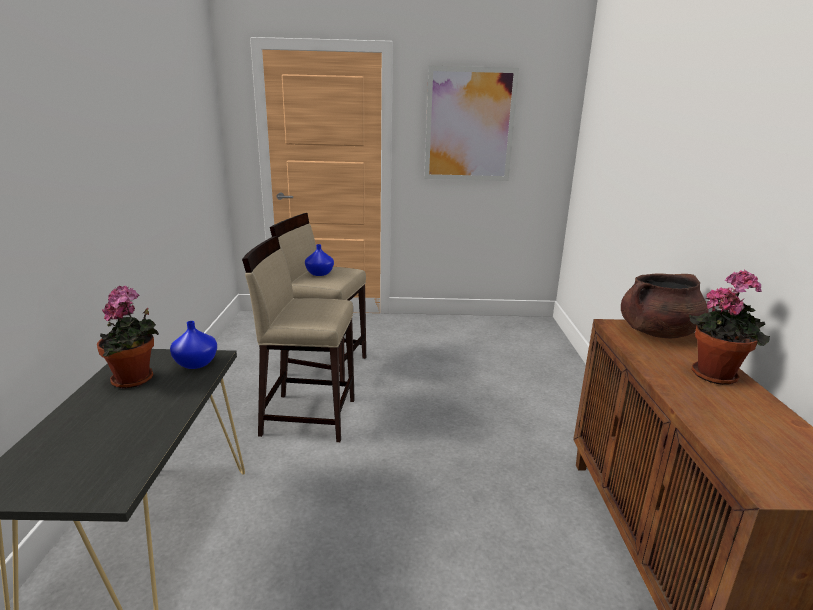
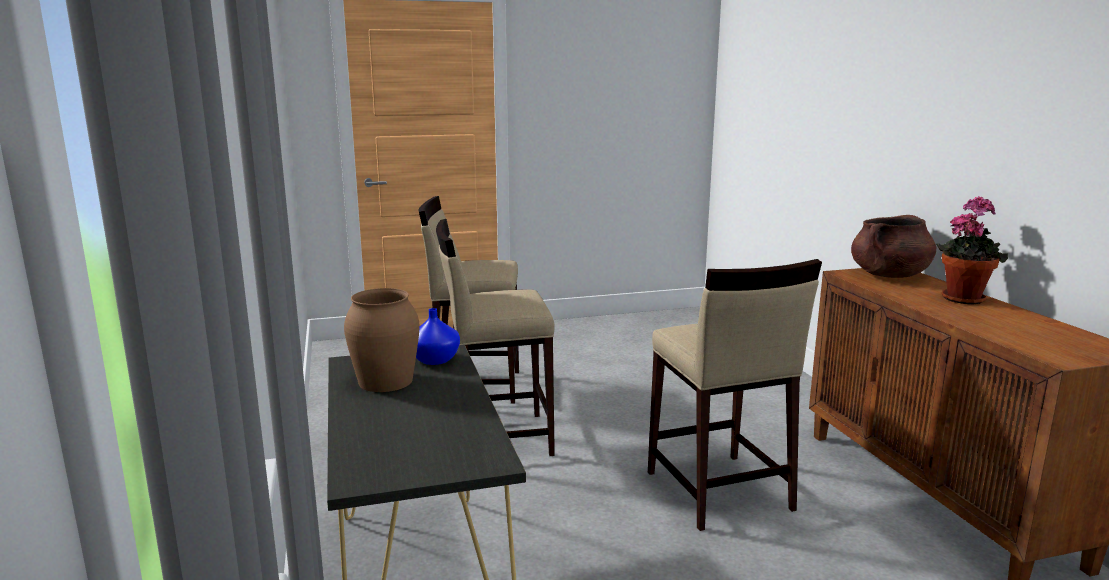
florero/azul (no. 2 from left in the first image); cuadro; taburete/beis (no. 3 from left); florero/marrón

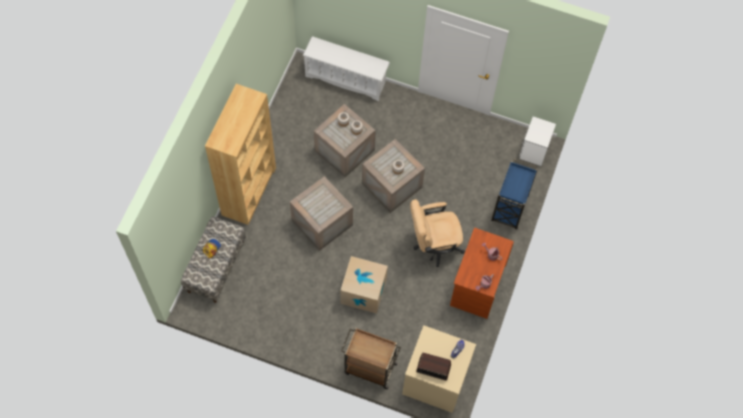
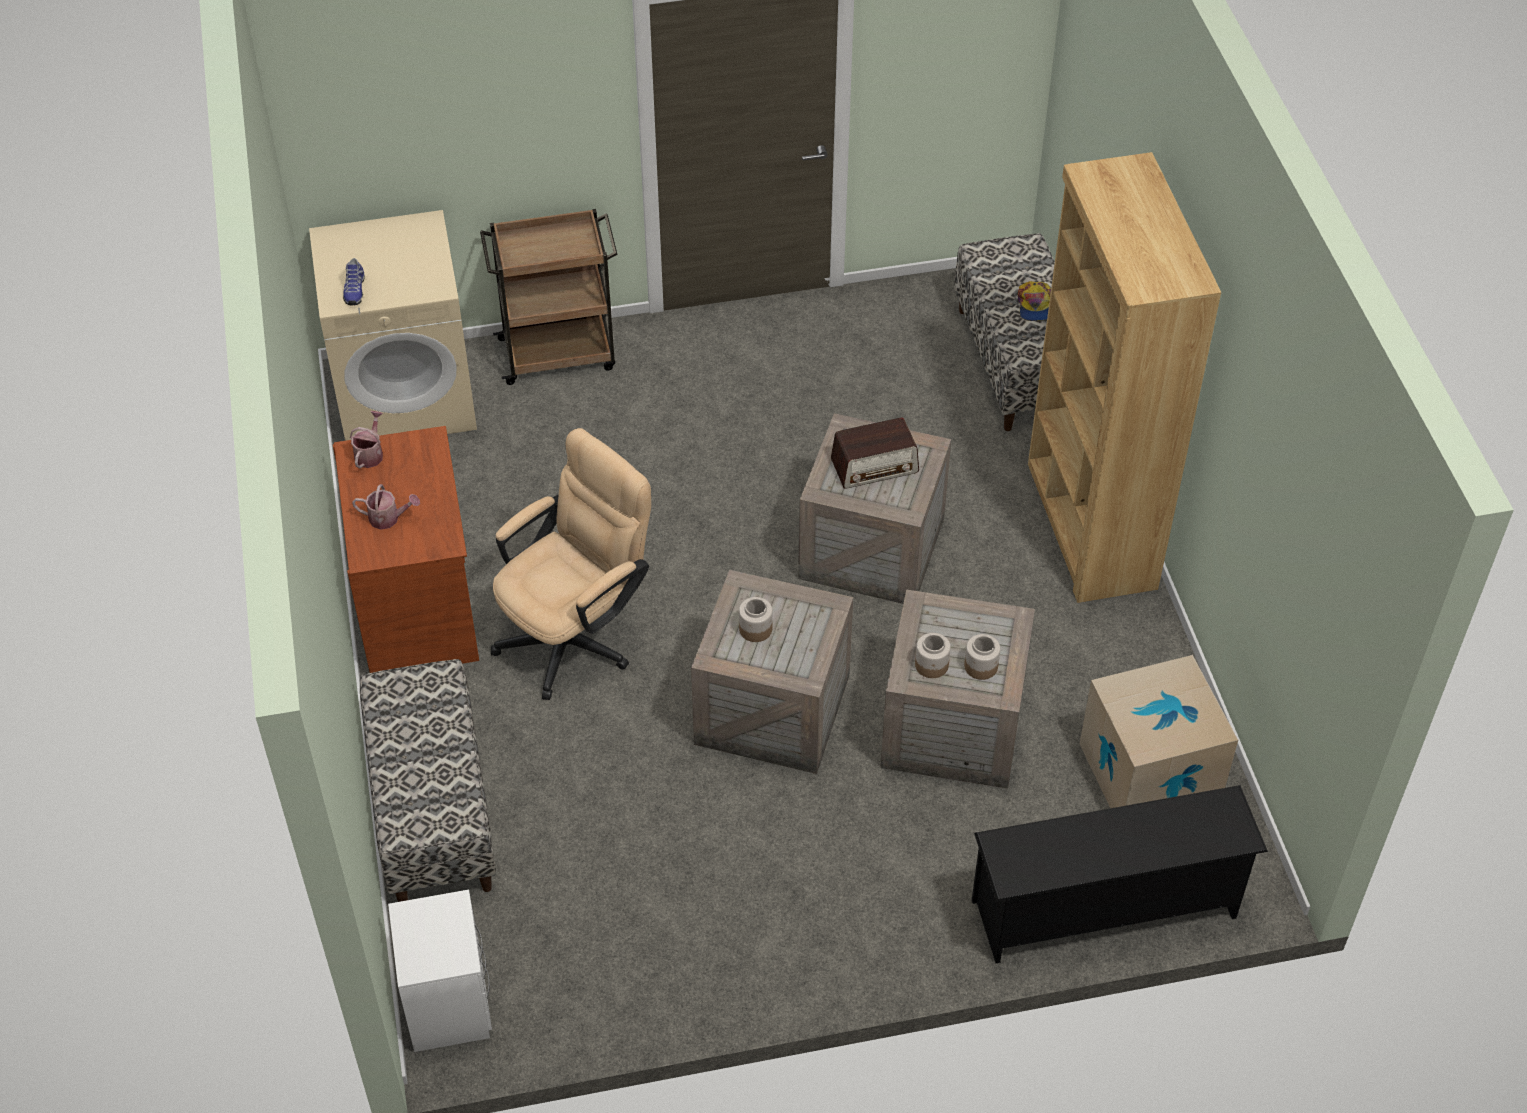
caja de cartón; radio; banco (no. 1 from left); zapatero/negro

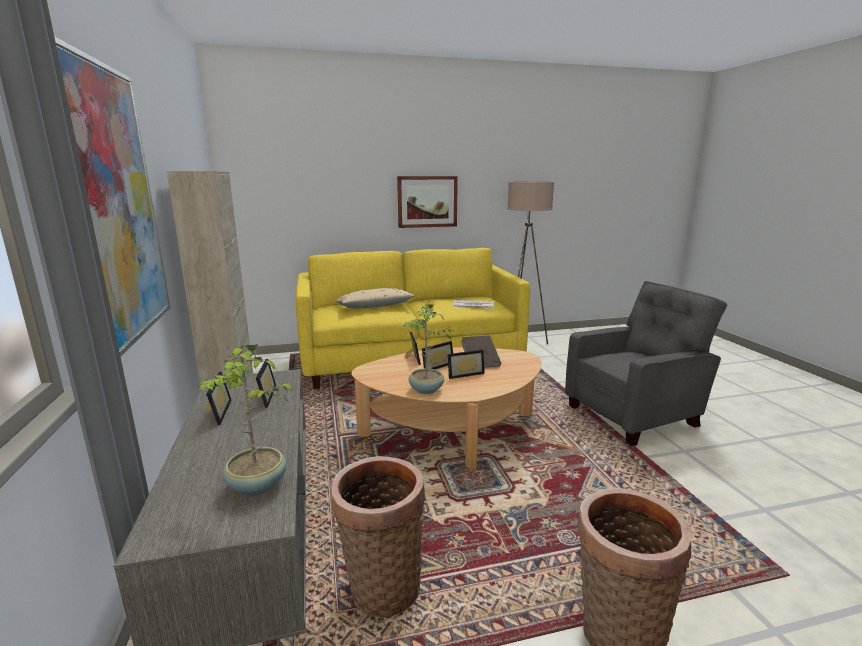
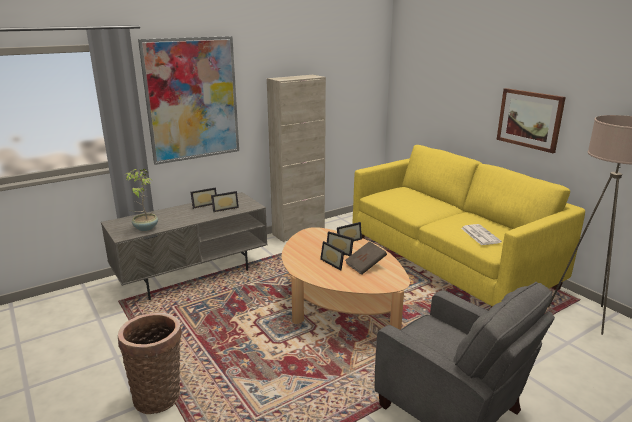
cesta (no. 1 from left in the first image); cojín/beis; planta en maceta (no. 2 from left in the first image)

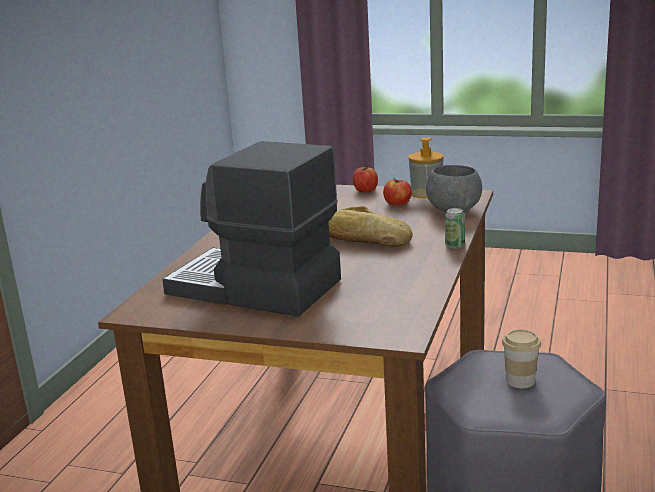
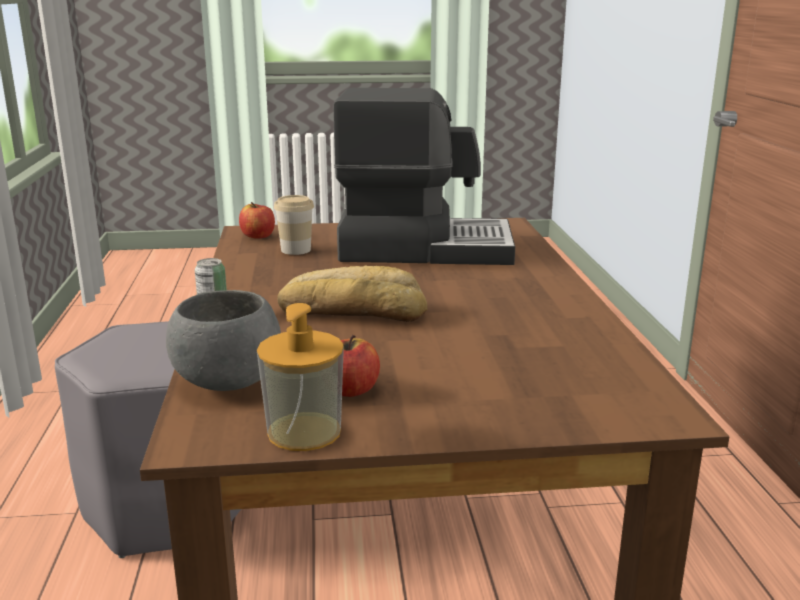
manzana (no. 1 from left); taza

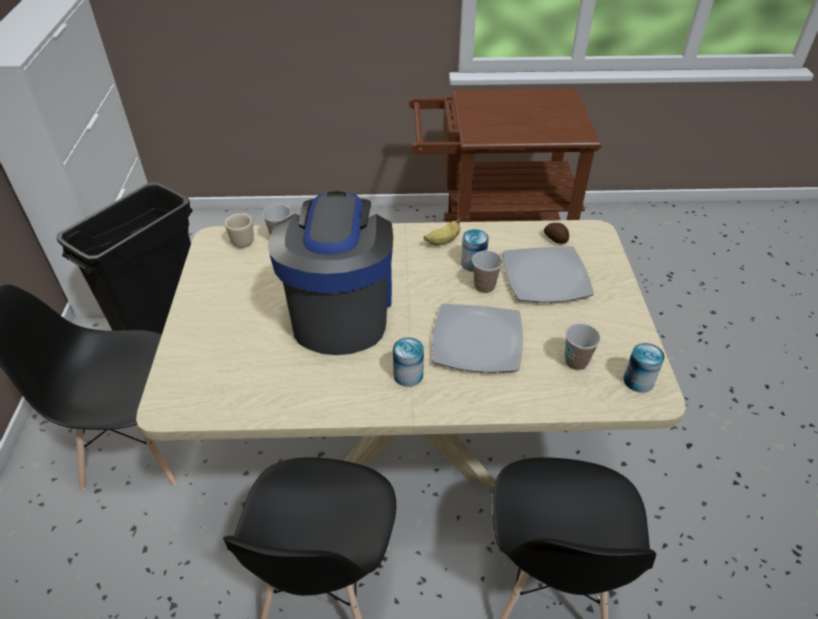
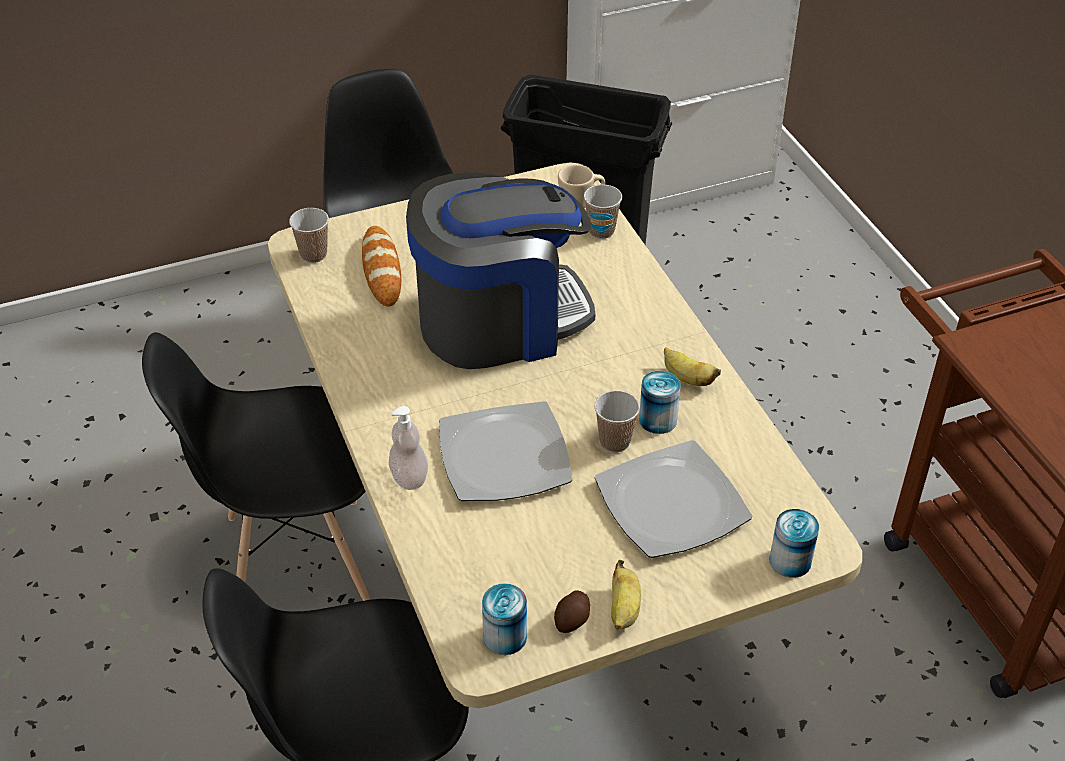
pan; dispensador de jabón; plátano (no. 1 from left); lata (no. 3 from left); patata; taza (no. 1 from left)

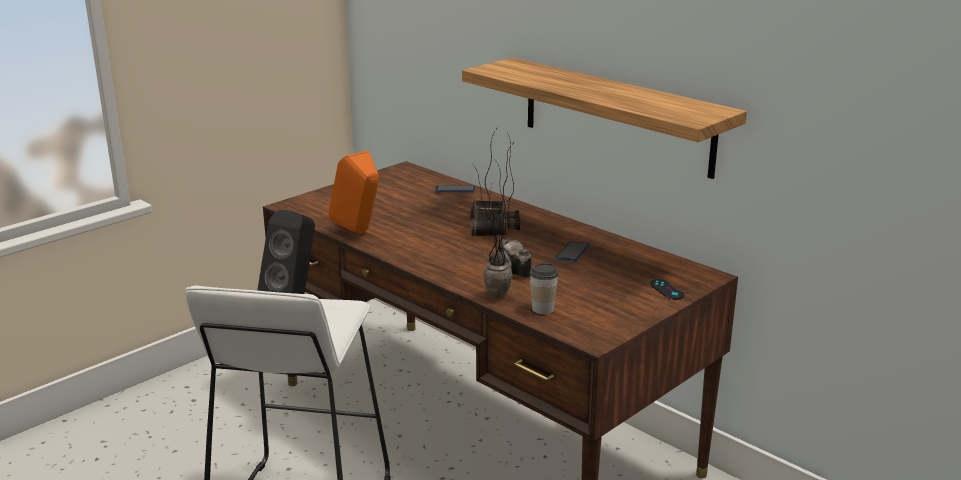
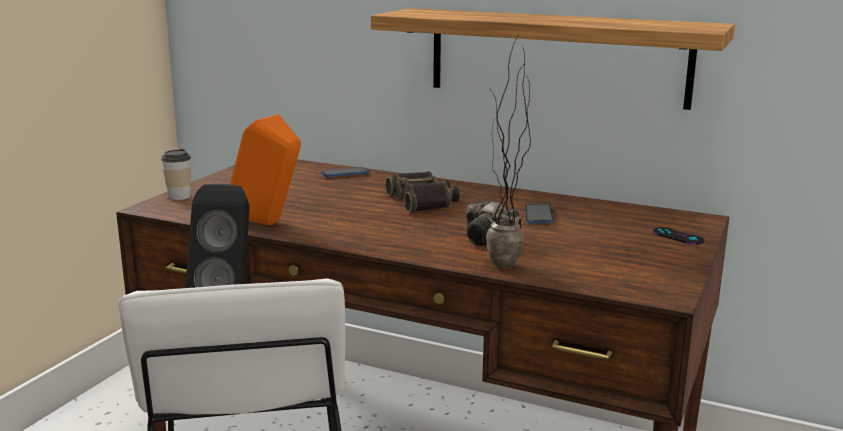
taza

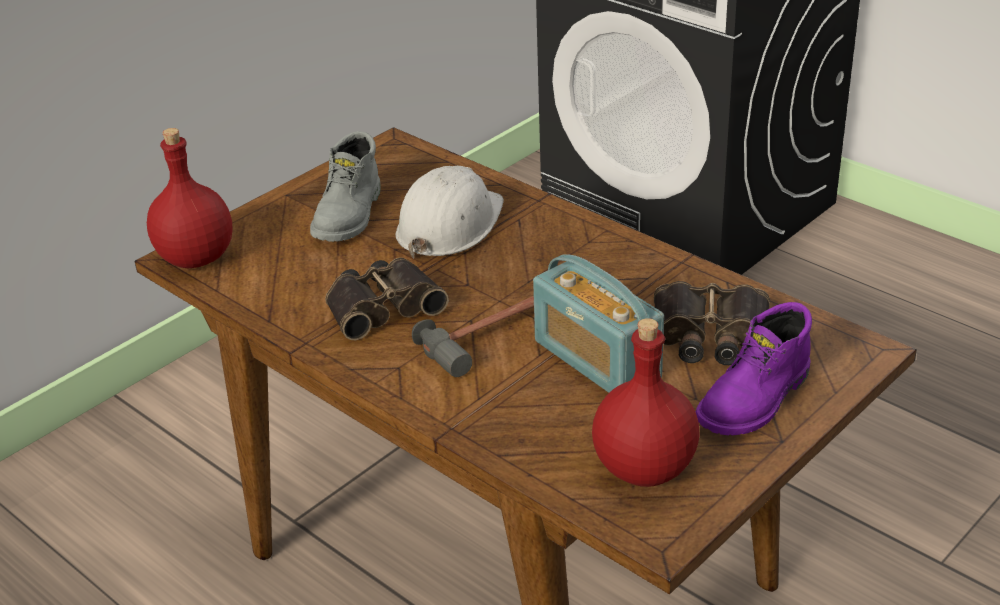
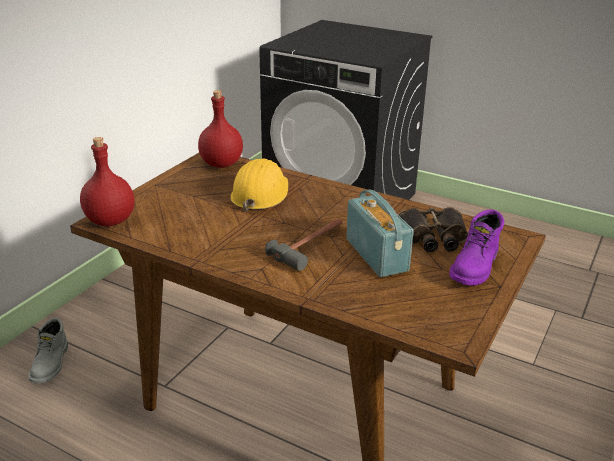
prismáticos (no. 1 from left in the first image); bota/gris; botella/rojo (no. 2 from left); casco/amarillo; radio

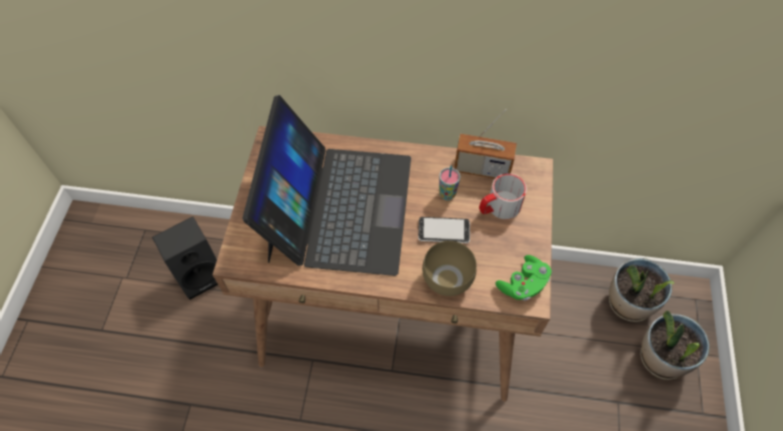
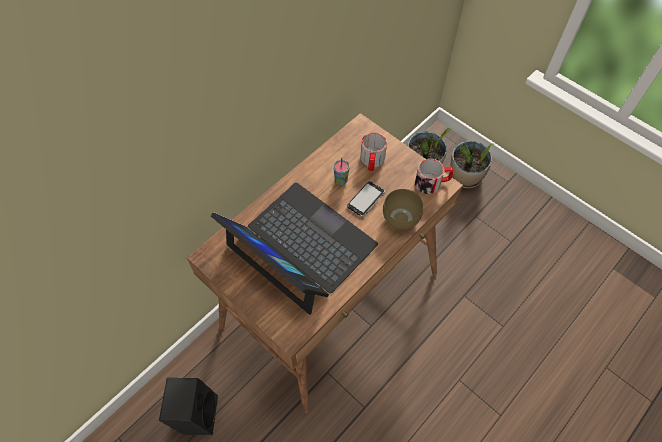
radio; taza grande (no. 2 from left)

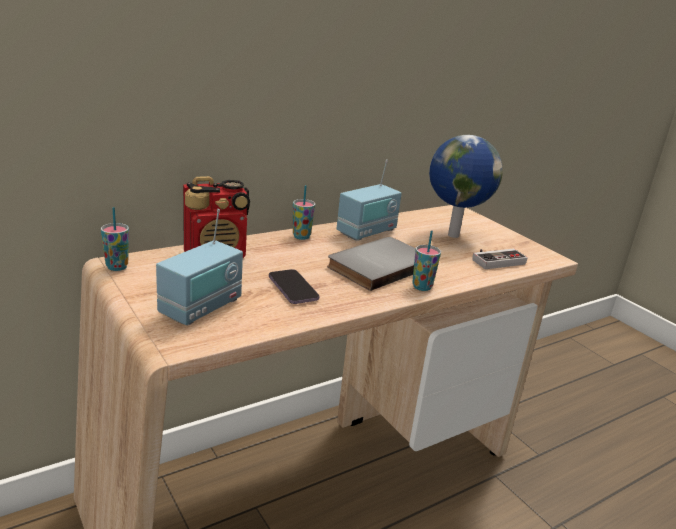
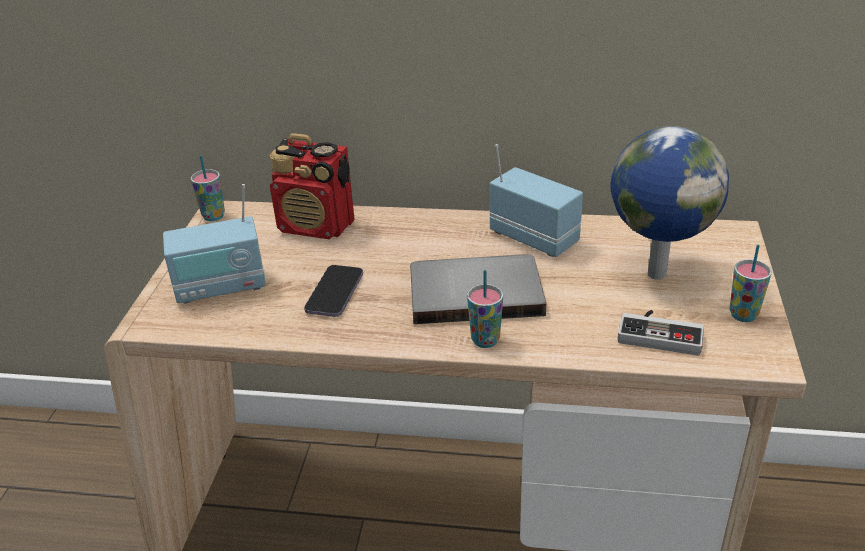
taza (no. 3 from left); radio (no. 3 from left)

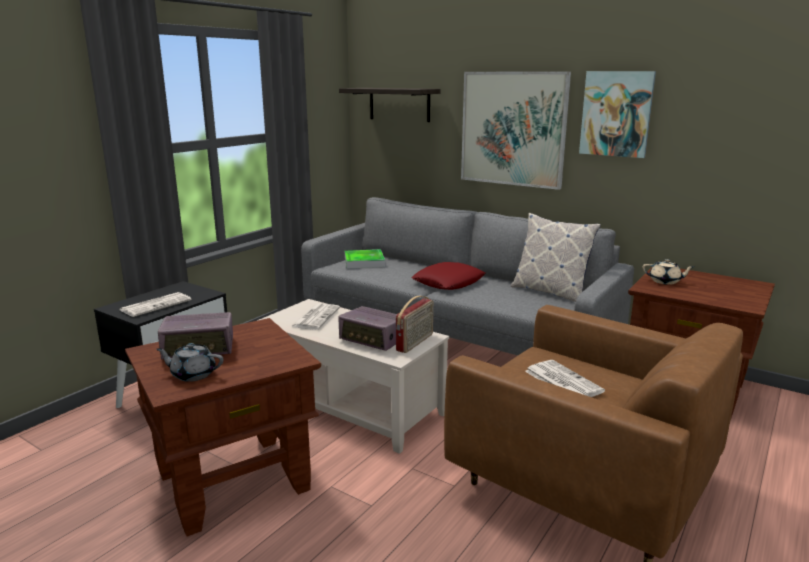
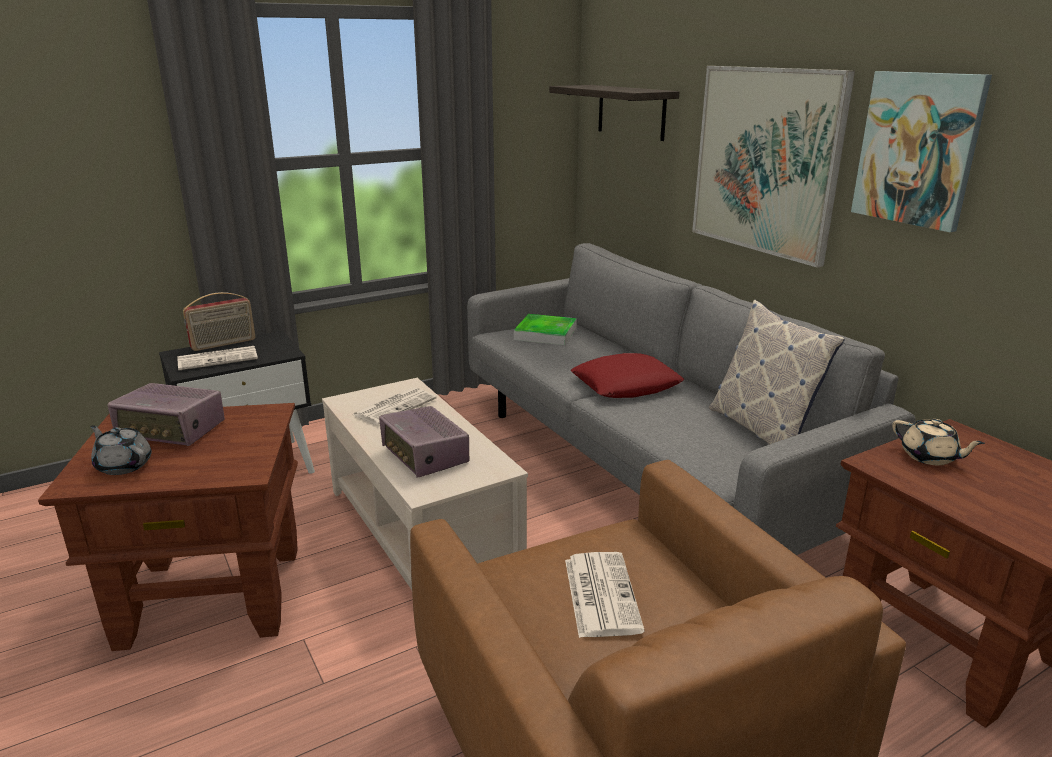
radio (no. 2 from left)

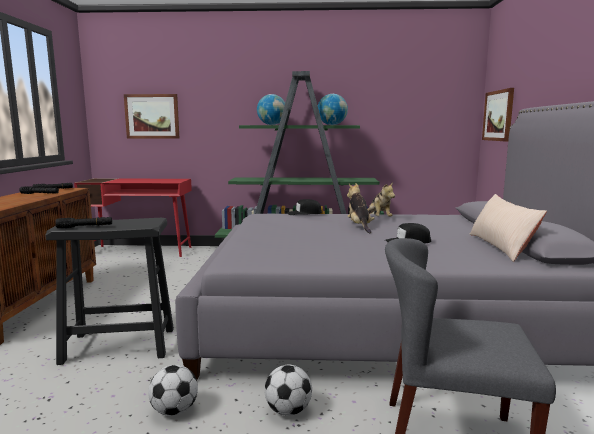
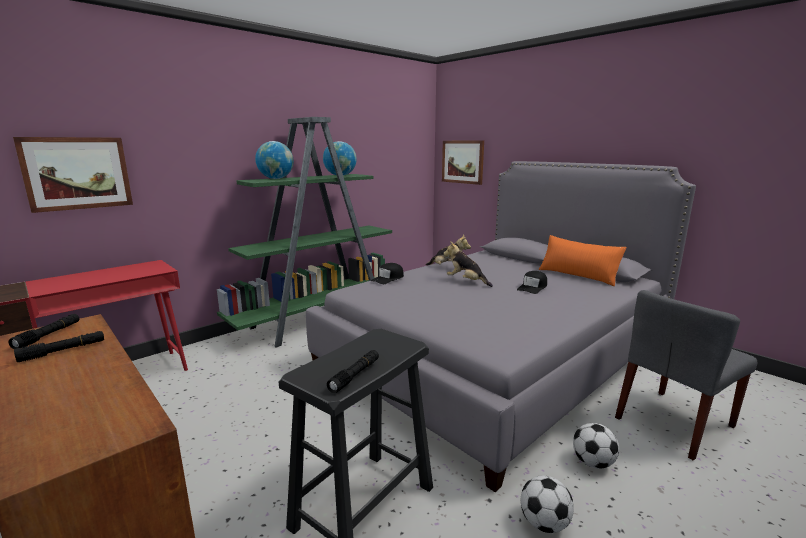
cojín/naranja

